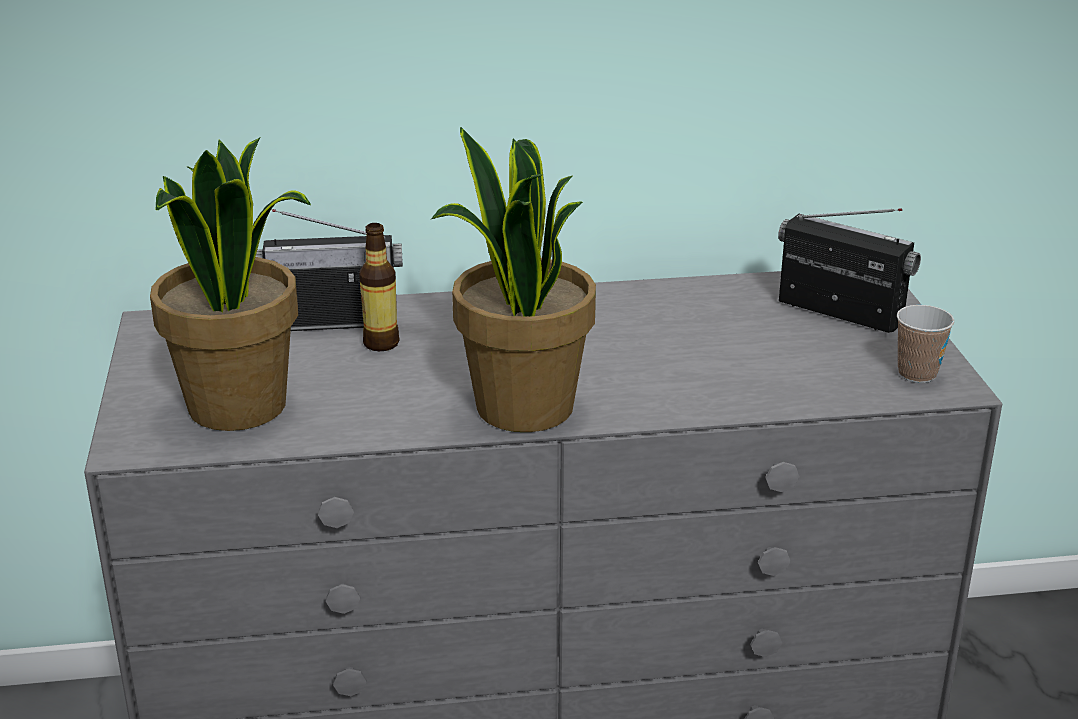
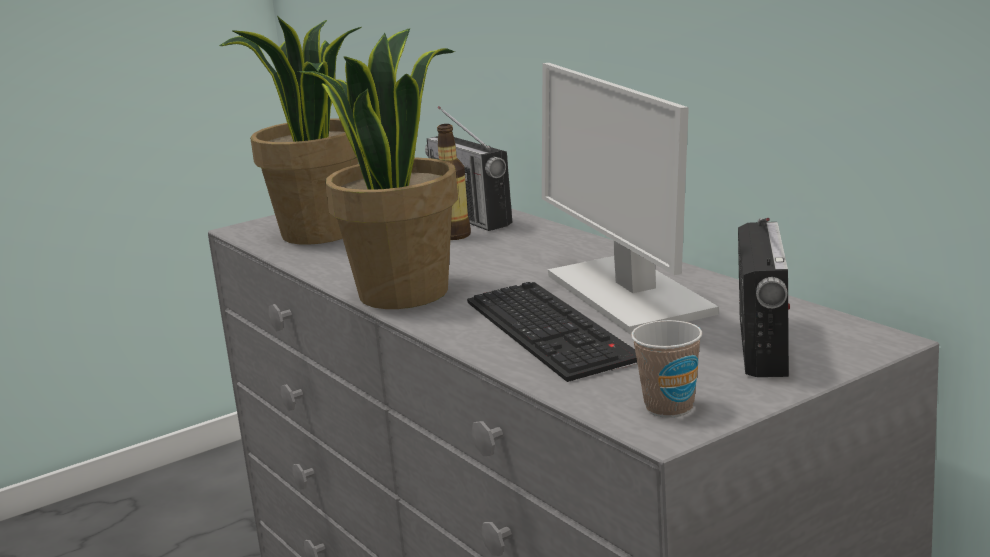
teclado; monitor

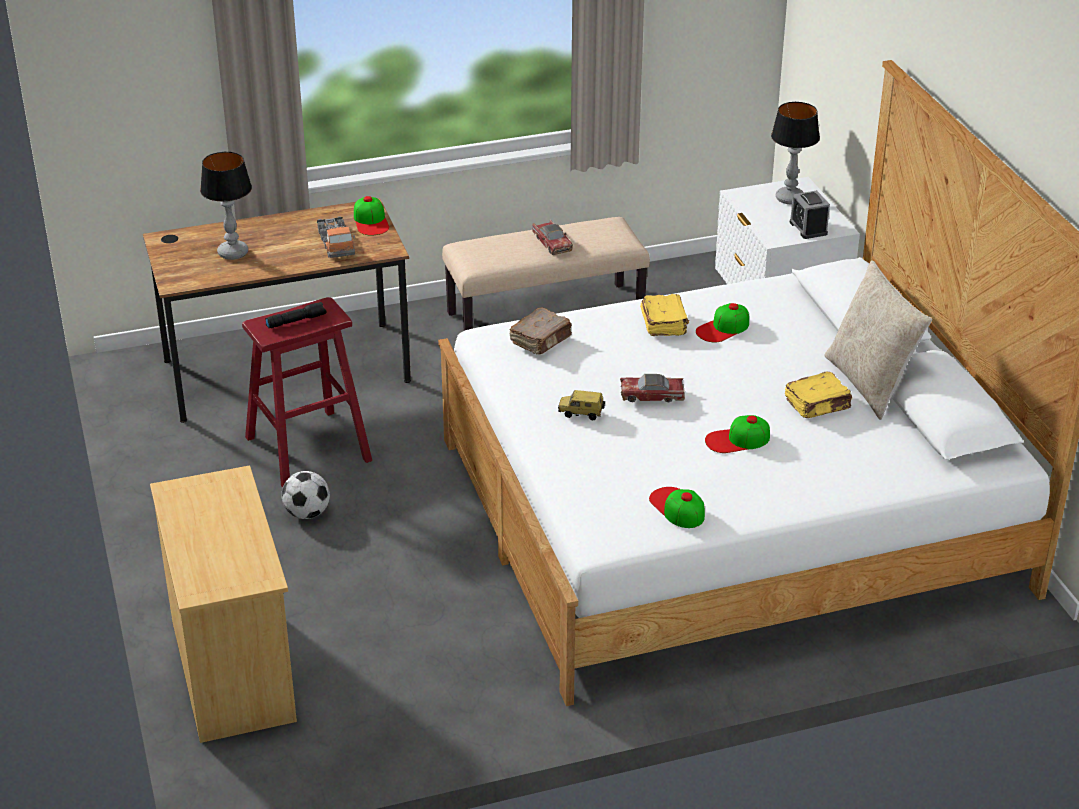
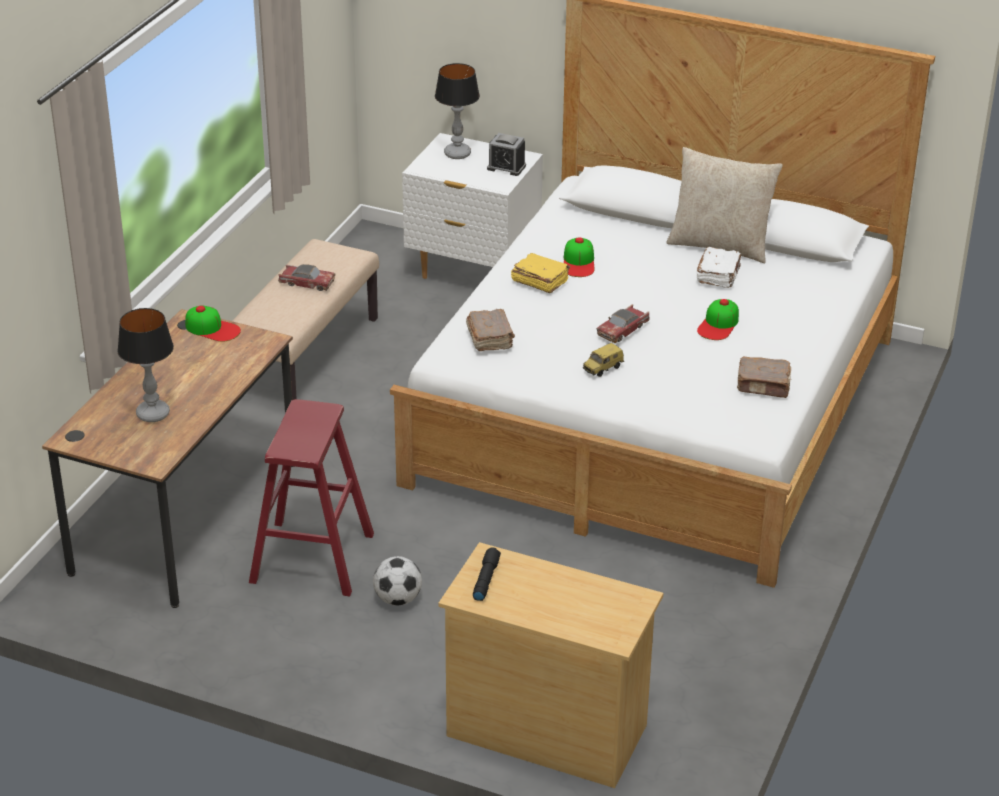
camión de juguete; linterna/negro; libro/marrón (no. 2 from left); libro/blanco

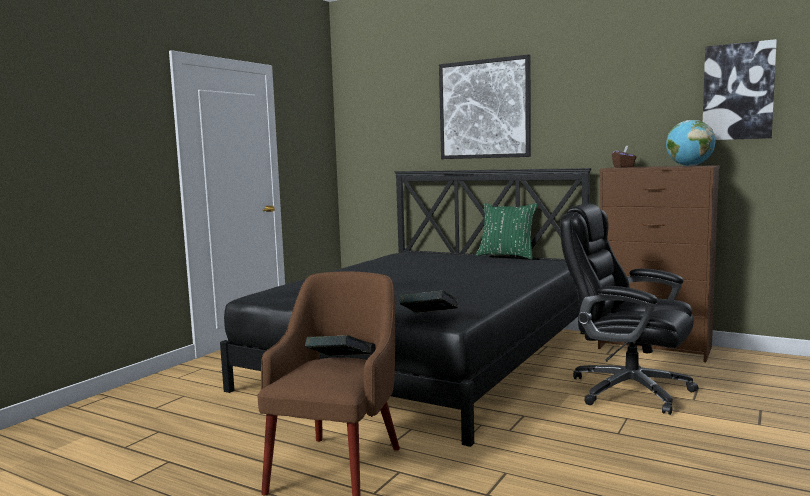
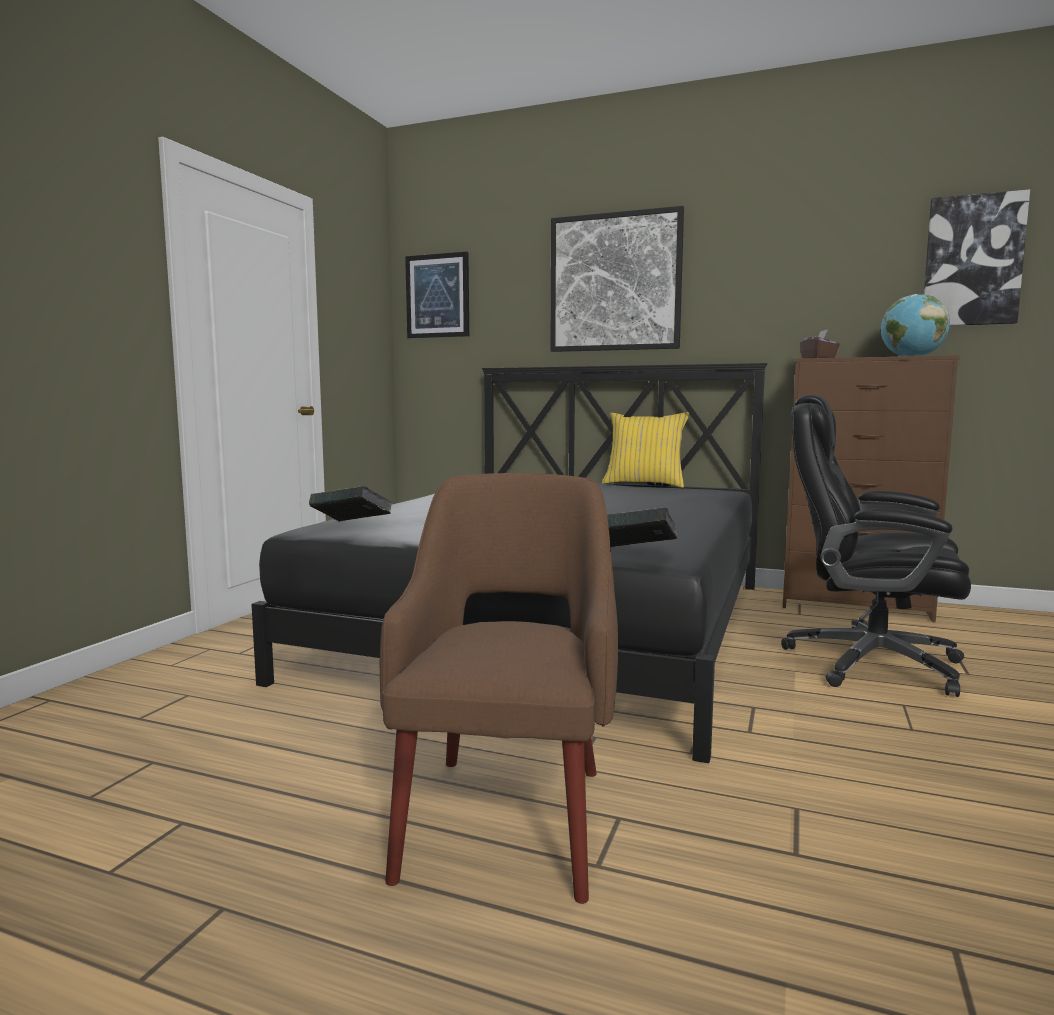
cuadro (no. 1 from left); libro (no. 1 from left); cojín/amarillo

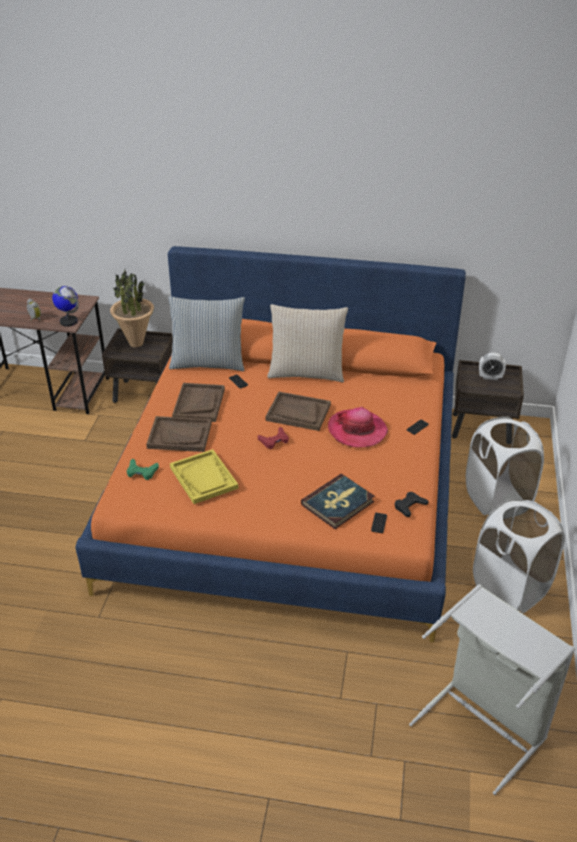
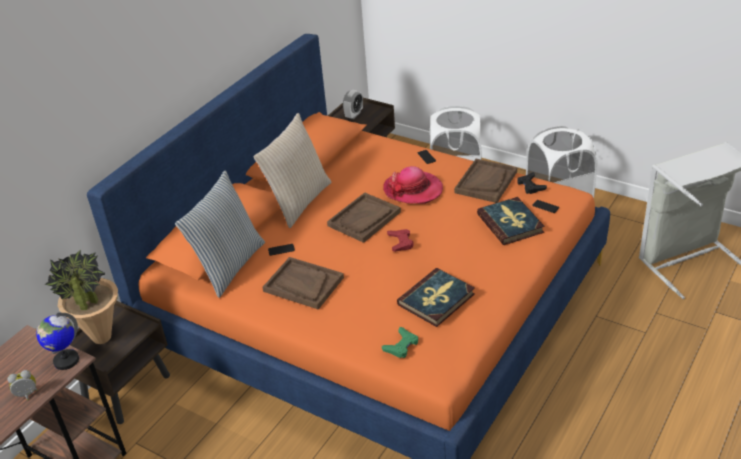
bandeja/marrón (no. 3 from left); libro (no. 1 from left)

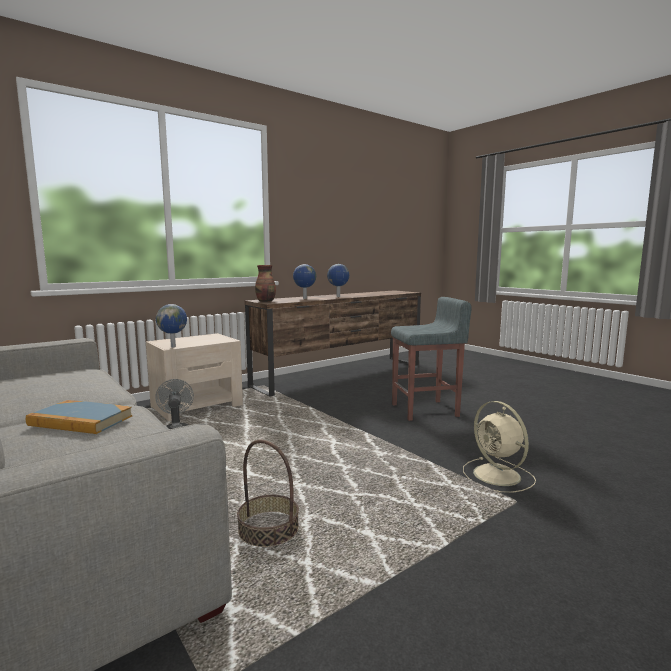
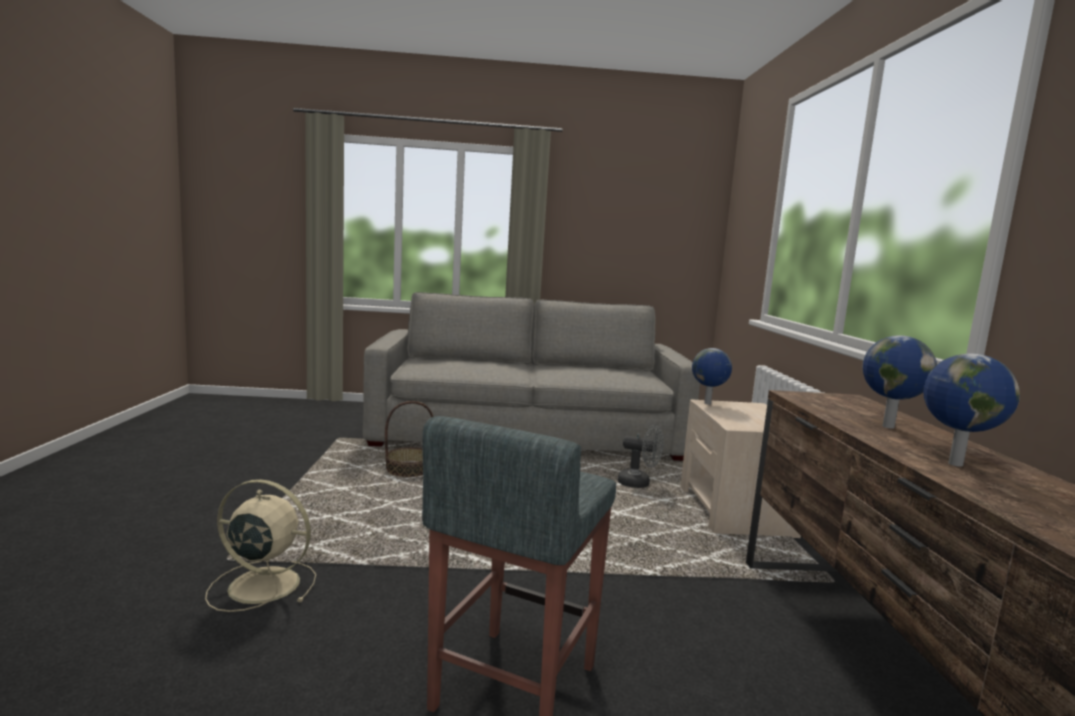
libro; florero

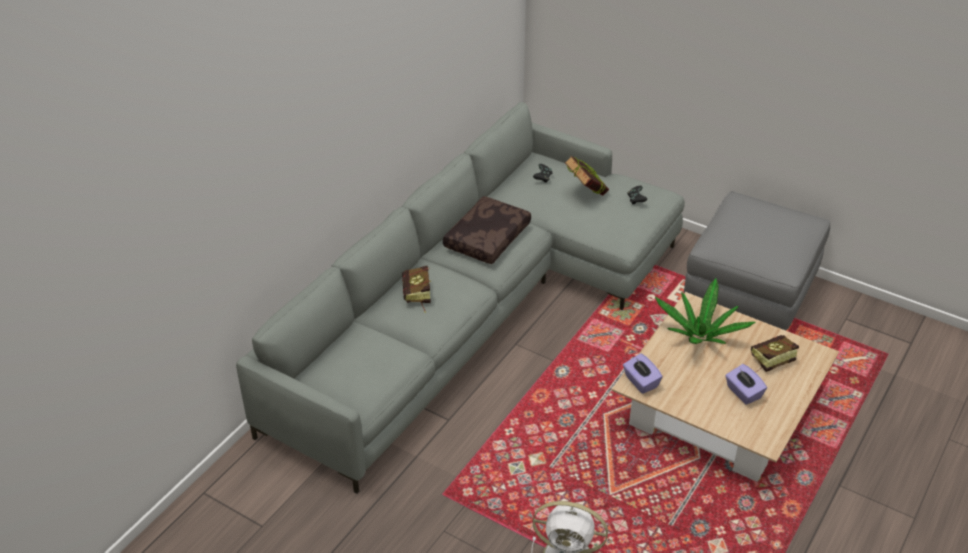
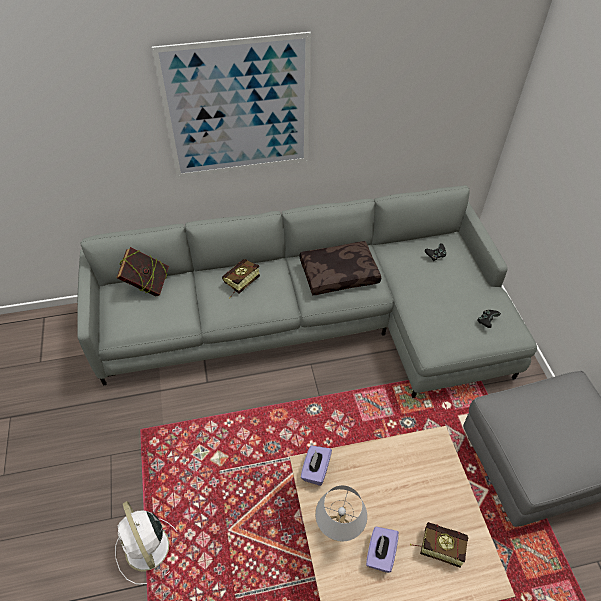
planta en maceta; cuadro; lámpara de mesa/blanco; libro (no. 1 from left)

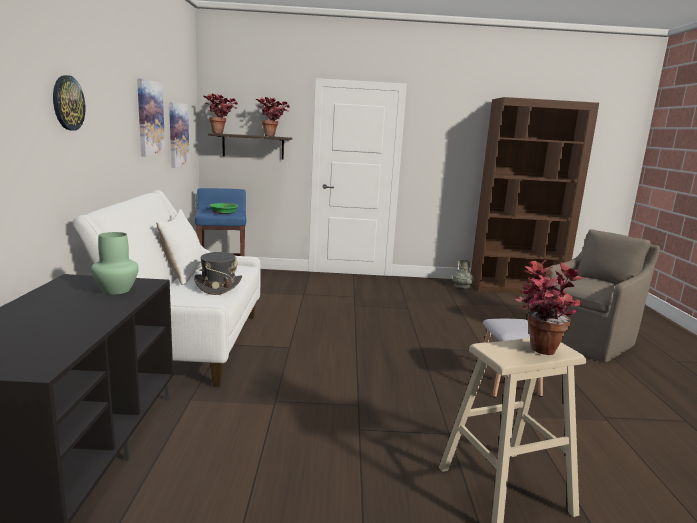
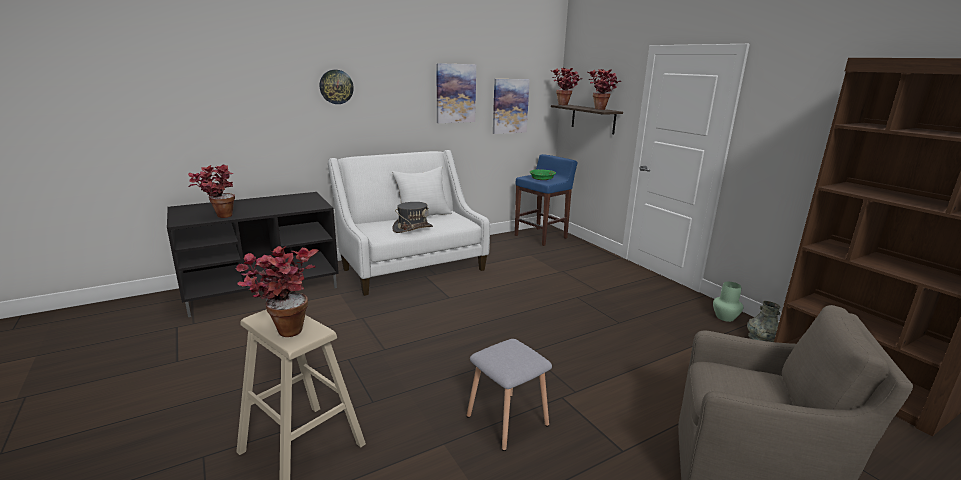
planta en maceta (no. 1 from left); florero/verde

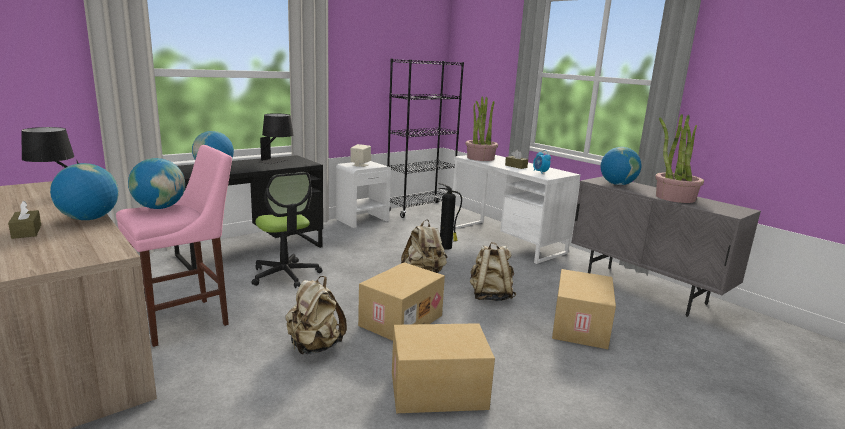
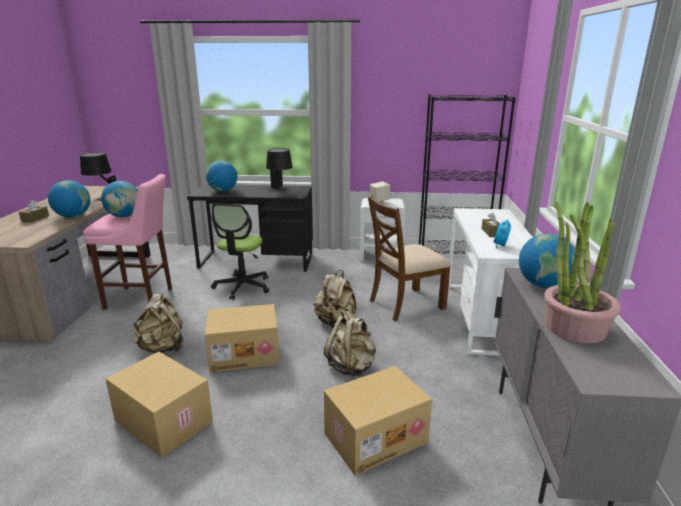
planta en maceta (no. 1 from left in the first image); silla/marrón

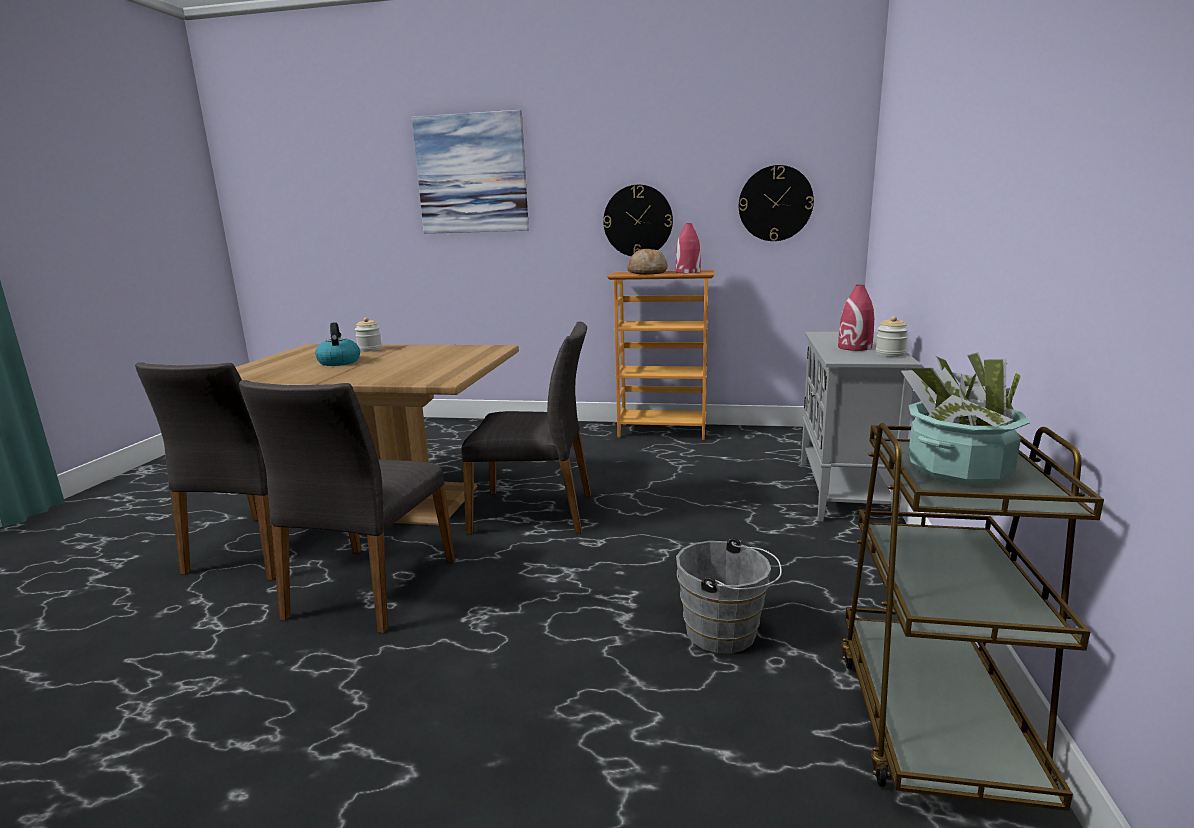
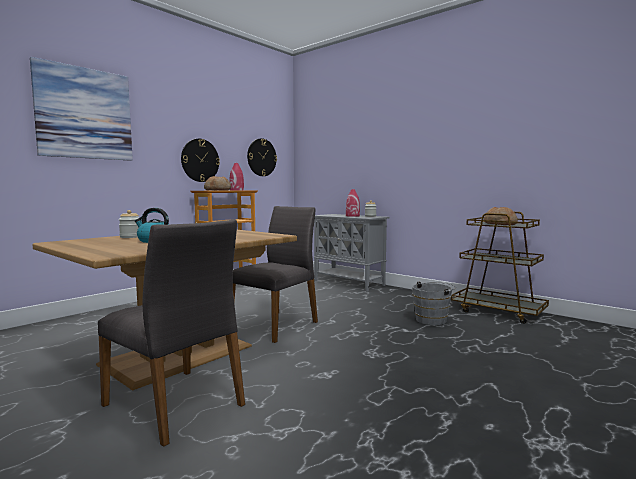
silla/gris (no. 2 from left in the first image); pan (no. 2 from left)

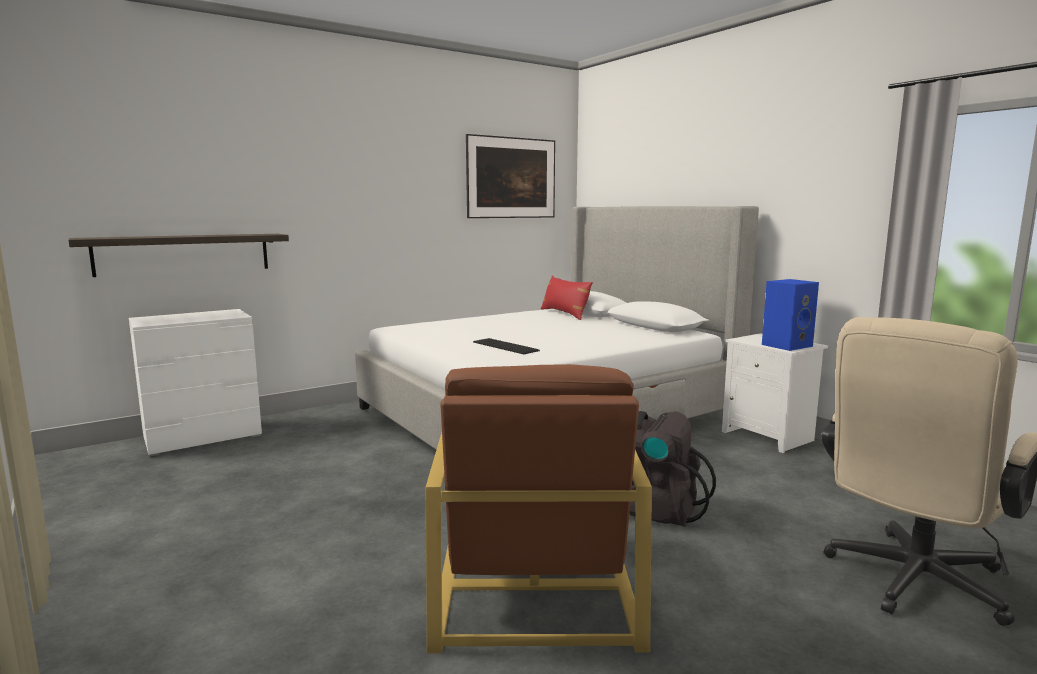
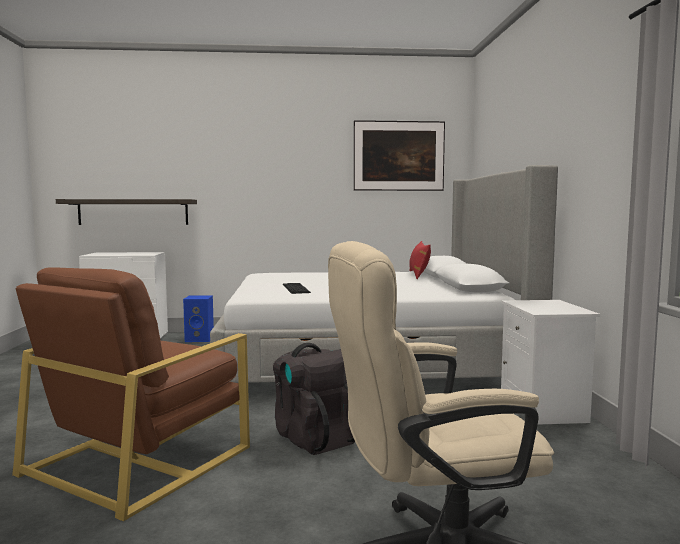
altavoz/azul

